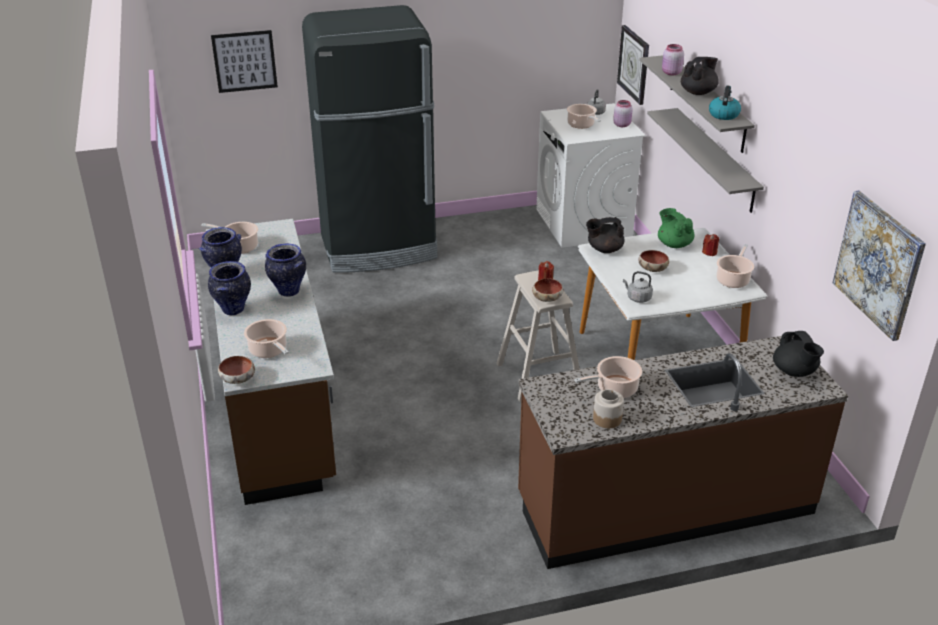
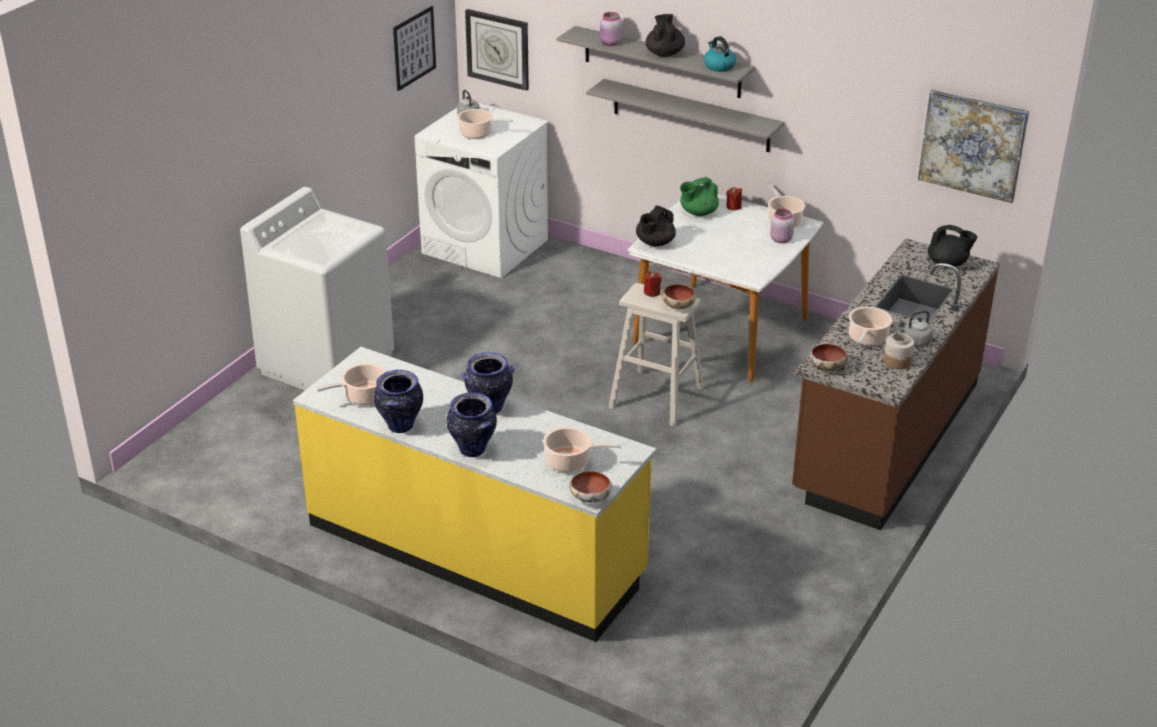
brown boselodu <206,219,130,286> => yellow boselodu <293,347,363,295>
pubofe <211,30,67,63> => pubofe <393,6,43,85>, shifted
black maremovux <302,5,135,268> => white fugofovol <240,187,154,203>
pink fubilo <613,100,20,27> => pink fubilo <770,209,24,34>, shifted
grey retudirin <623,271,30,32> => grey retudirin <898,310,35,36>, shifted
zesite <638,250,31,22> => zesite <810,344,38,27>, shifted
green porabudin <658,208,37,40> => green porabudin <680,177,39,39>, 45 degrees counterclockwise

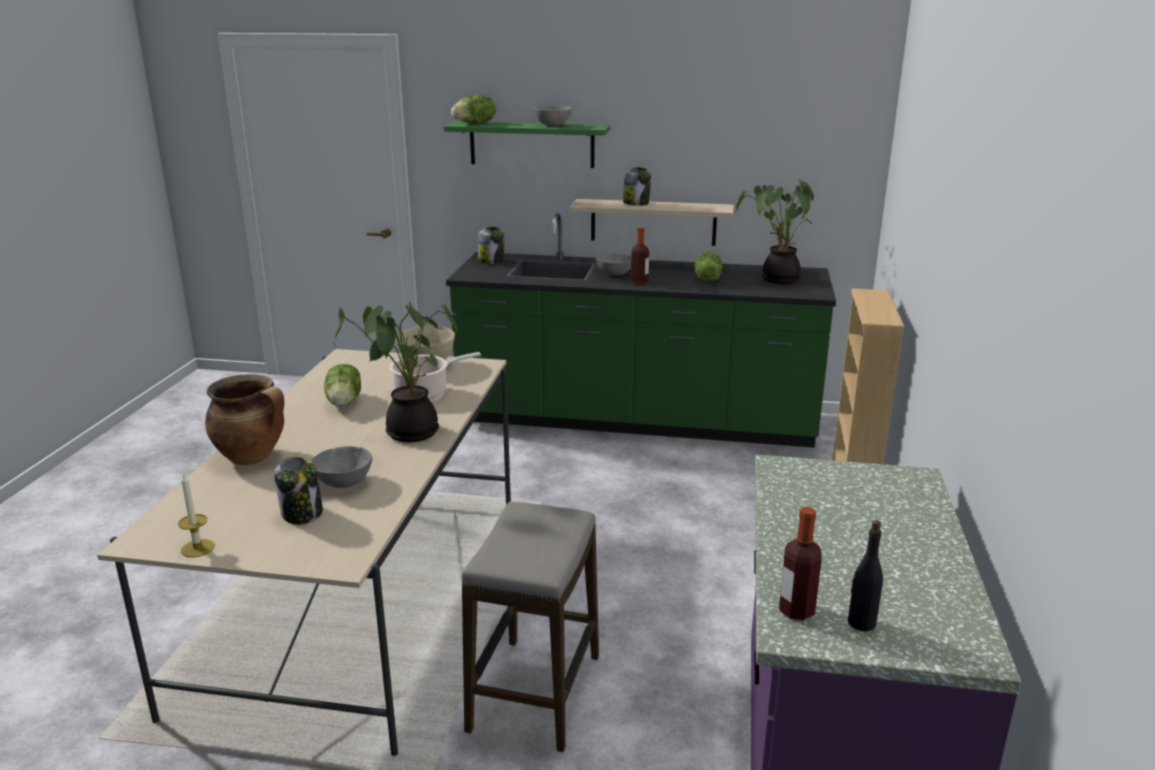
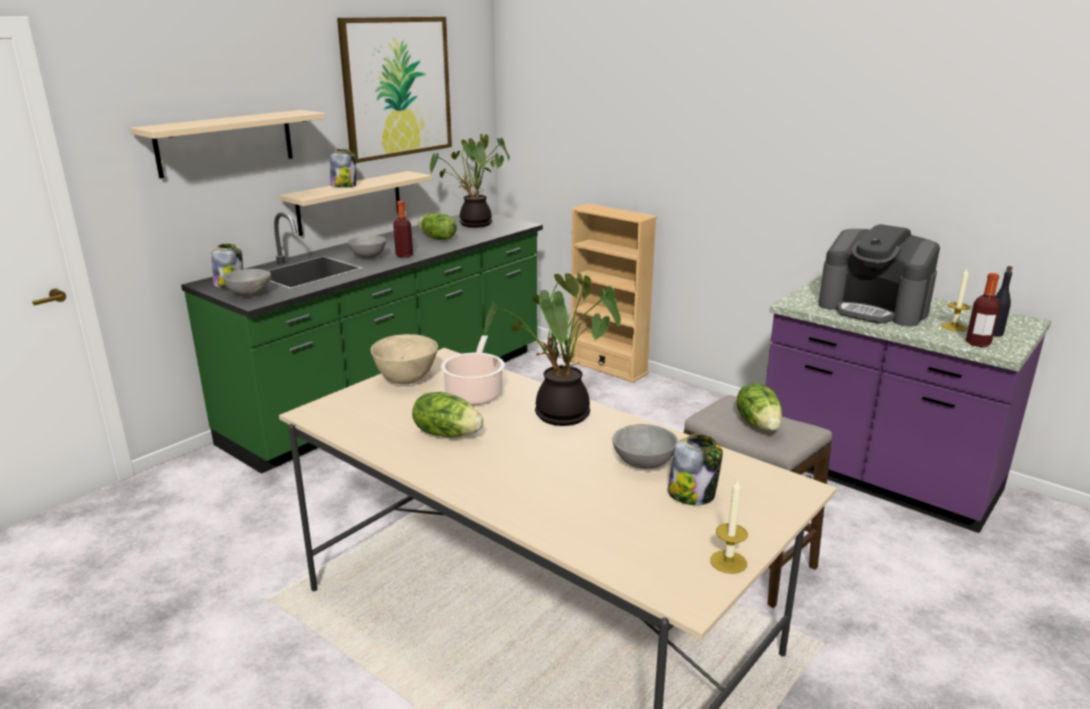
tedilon <205,374,79,91> => nothing
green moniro <444,121,166,47> => beige moniro <130,110,196,68>
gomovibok <451,95,45,29> => gomovibok <737,383,45,48>, shifted
grey zesite <533,105,39,21> => grey zesite <223,269,48,27>, shifted
nothing => pubofe <337,17,115,146>
nothing => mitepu <818,224,122,103>
nothing => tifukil <942,269,28,62>

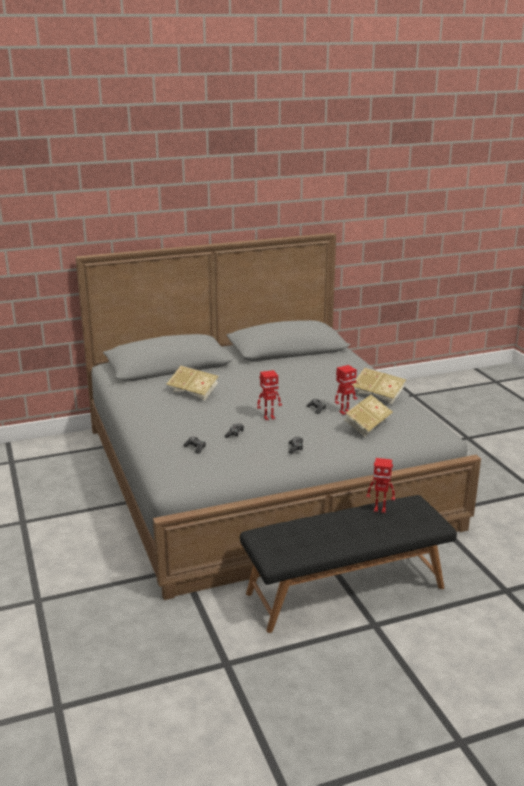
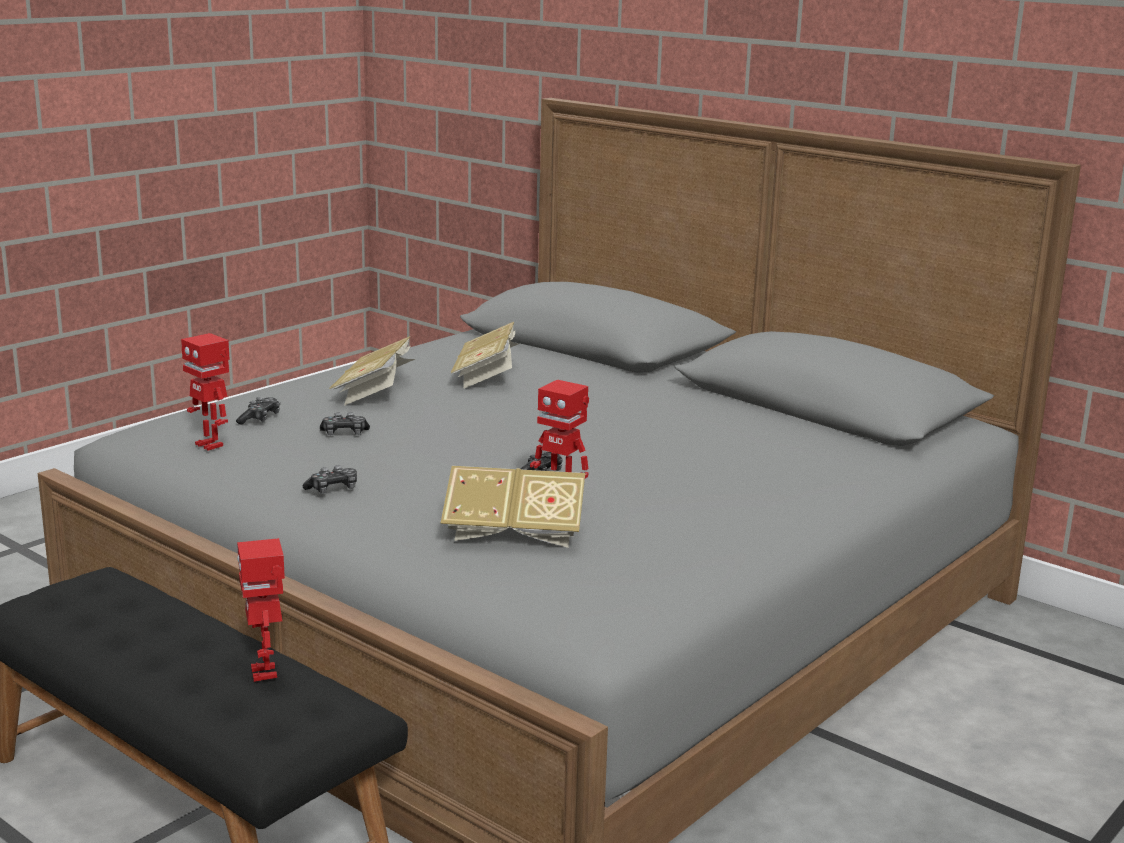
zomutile <257,370,25,50> => zomutile <181,333,49,118>, shifted
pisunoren <352,368,55,36> => pisunoren <329,336,86,70>, shifted

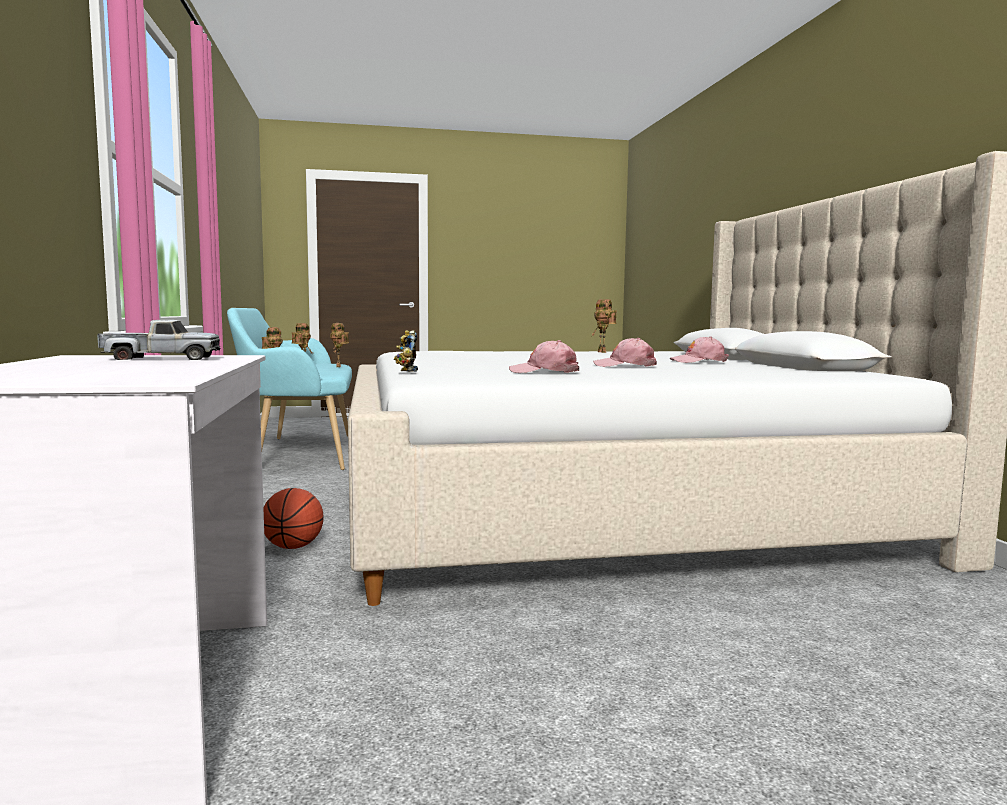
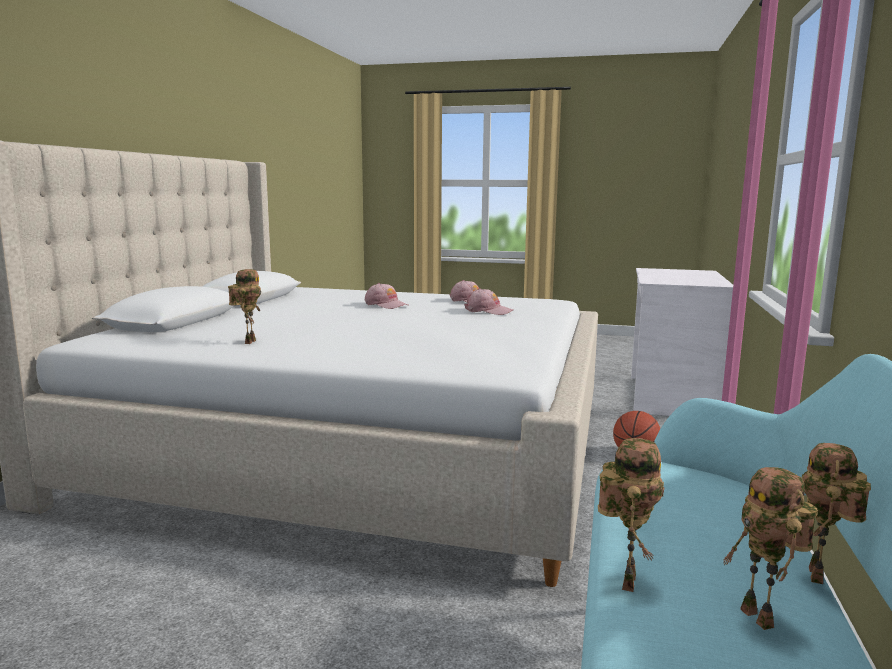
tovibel <97,320,123,40> => nothing
zomutile <394,330,24,42> => nothing
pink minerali <670,336,59,27> => pink minerali <464,288,49,27>, shifted

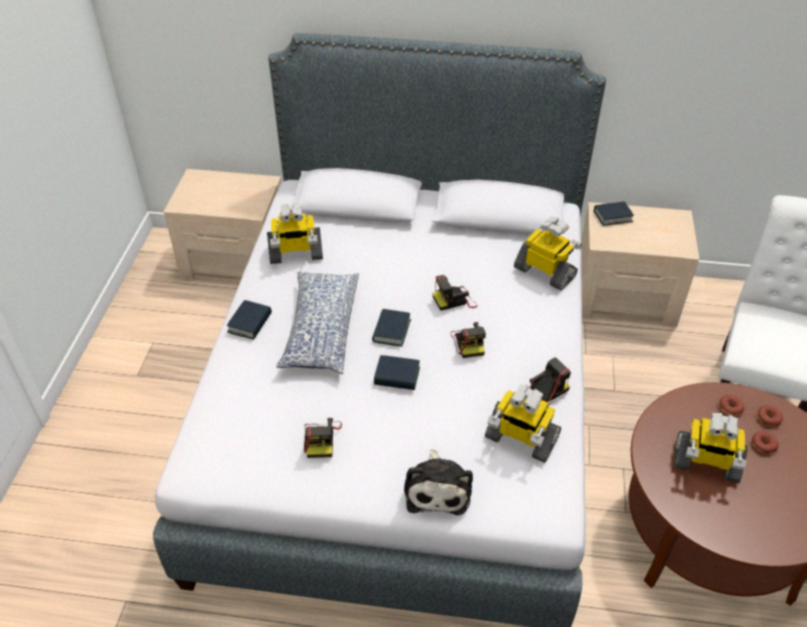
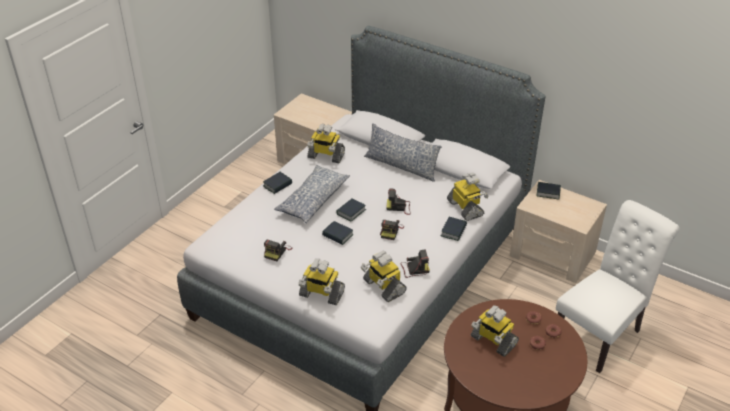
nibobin <404,449,69,66> => zomutile <298,259,47,46>
nothing => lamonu <364,123,78,59>
nothing => pisunoren <441,217,26,24>

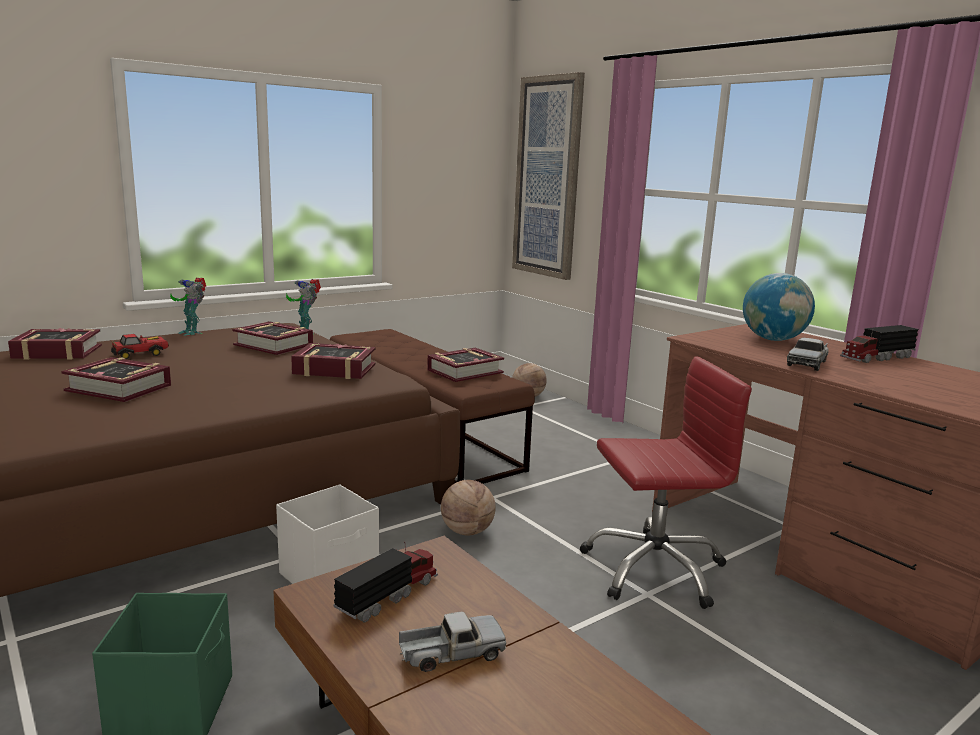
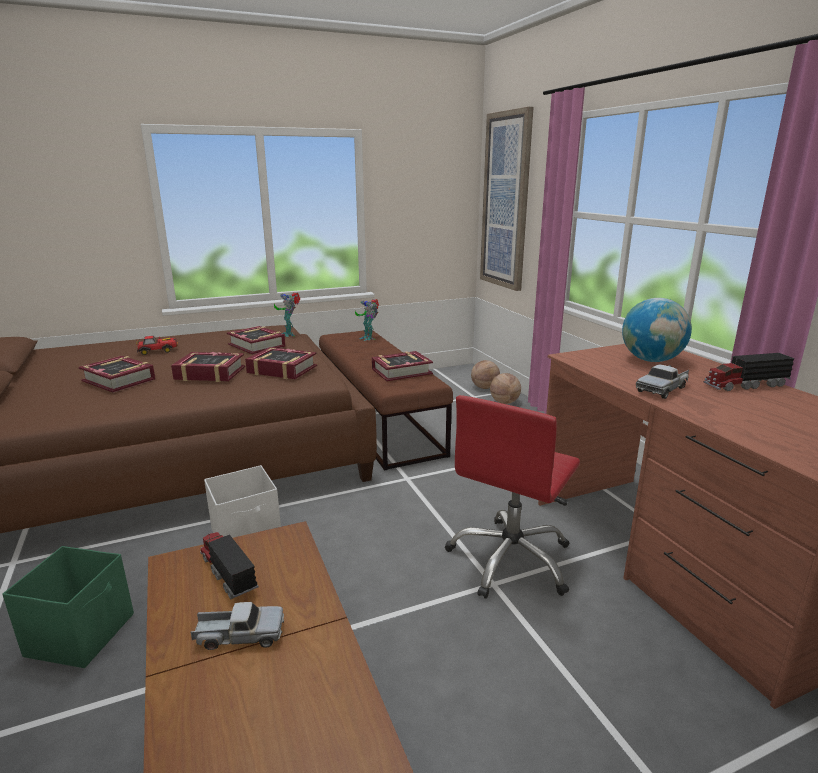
pisunoren <8,328,94,32> => pisunoren <171,352,74,30>, shifted
zomutile <170,277,36,59> => zomutile <355,299,24,42>, shifted
tovibel <333,542,105,81> => tovibel <200,532,59,68>, 90 degrees counterclockwise
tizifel <441,480,55,56> => tizifel <490,373,31,31>, shifted
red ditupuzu <580,356,172,253> => red ditupuzu <445,395,135,204>, 120 degrees clockwise

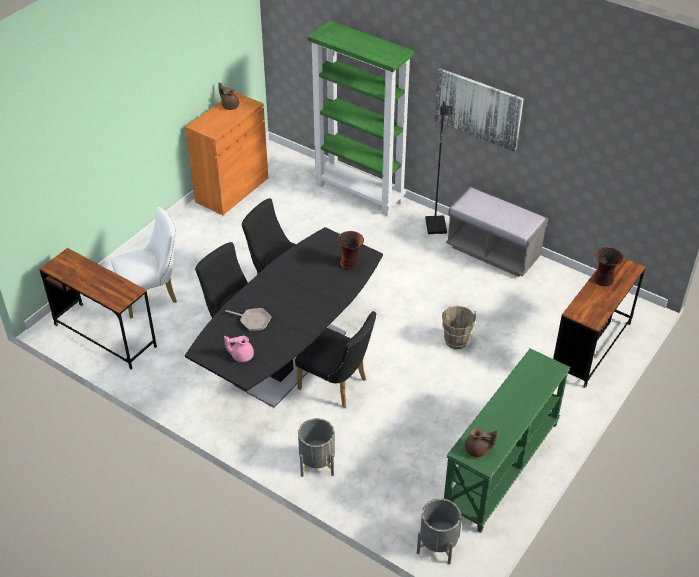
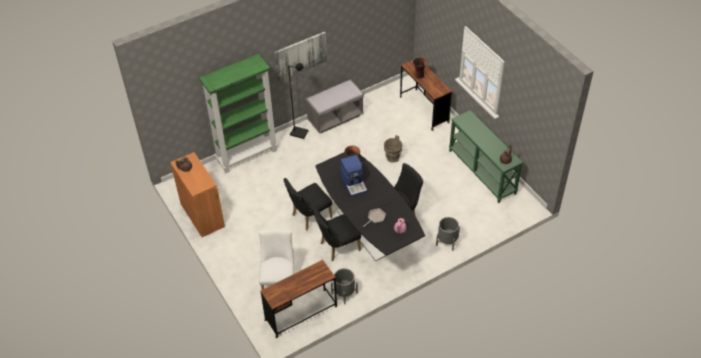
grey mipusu <417,498,45,66> => grey mipusu <331,268,27,36>, shifted
nothing => mitepu <341,155,26,42>

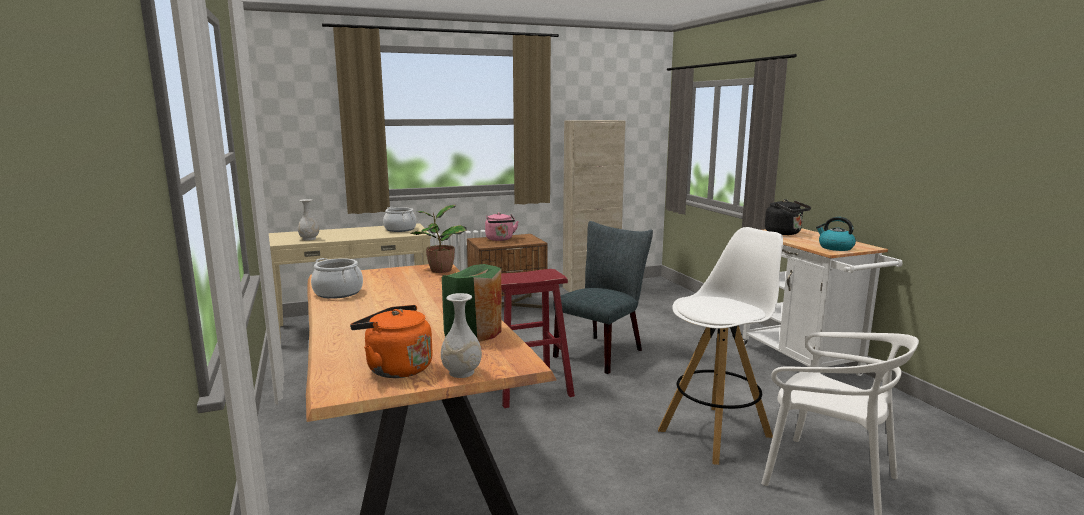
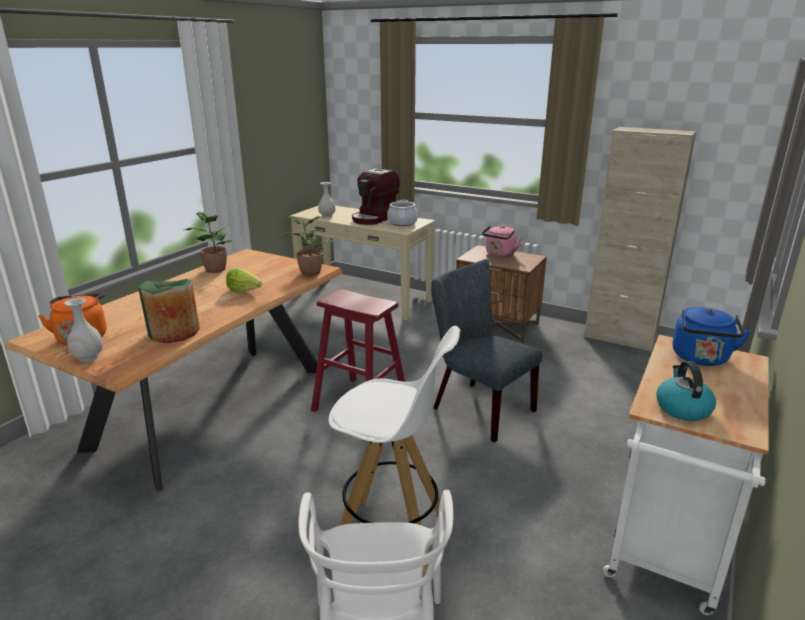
tedilon <311,258,52,41> => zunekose <185,212,49,61>
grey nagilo <553,221,100,153> => grey nagilo <431,259,111,183>, 135 degrees counterclockwise
black retudirin <765,199,46,36> => blue retudirin <673,307,78,59>
nothing => gomovibok <226,268,36,24>
nothing => mitepu <352,169,48,56>

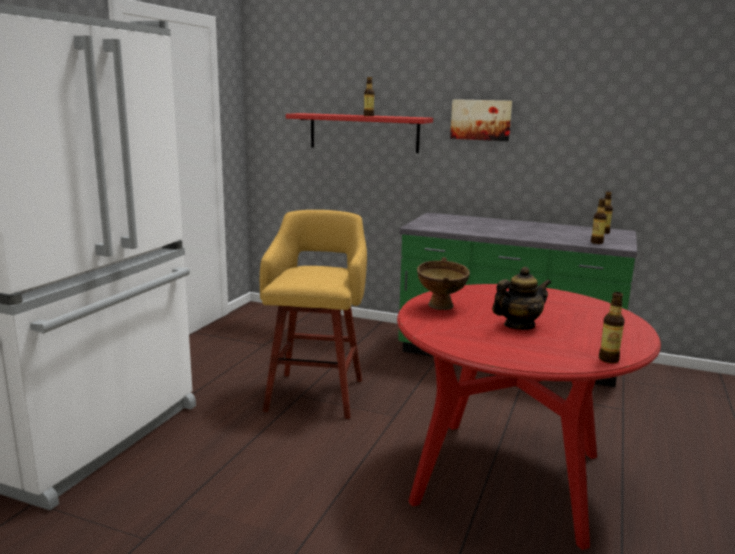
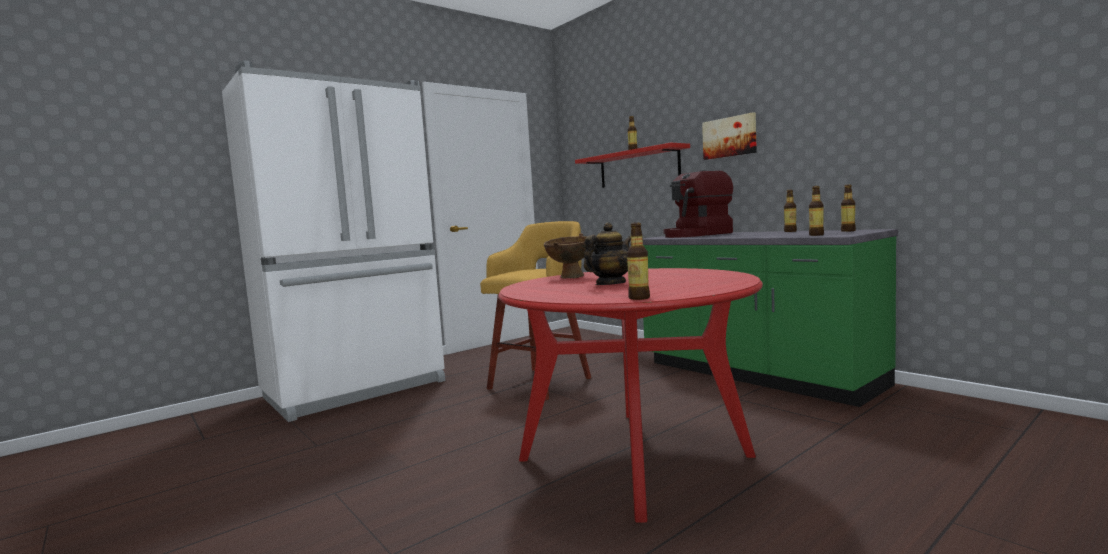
porabudin <492,267,59,63> => porabudin <584,222,47,63>, 45 degrees counterclockwise
nothing => mitepu <663,170,70,68>
nothing => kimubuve <784,190,13,42>

